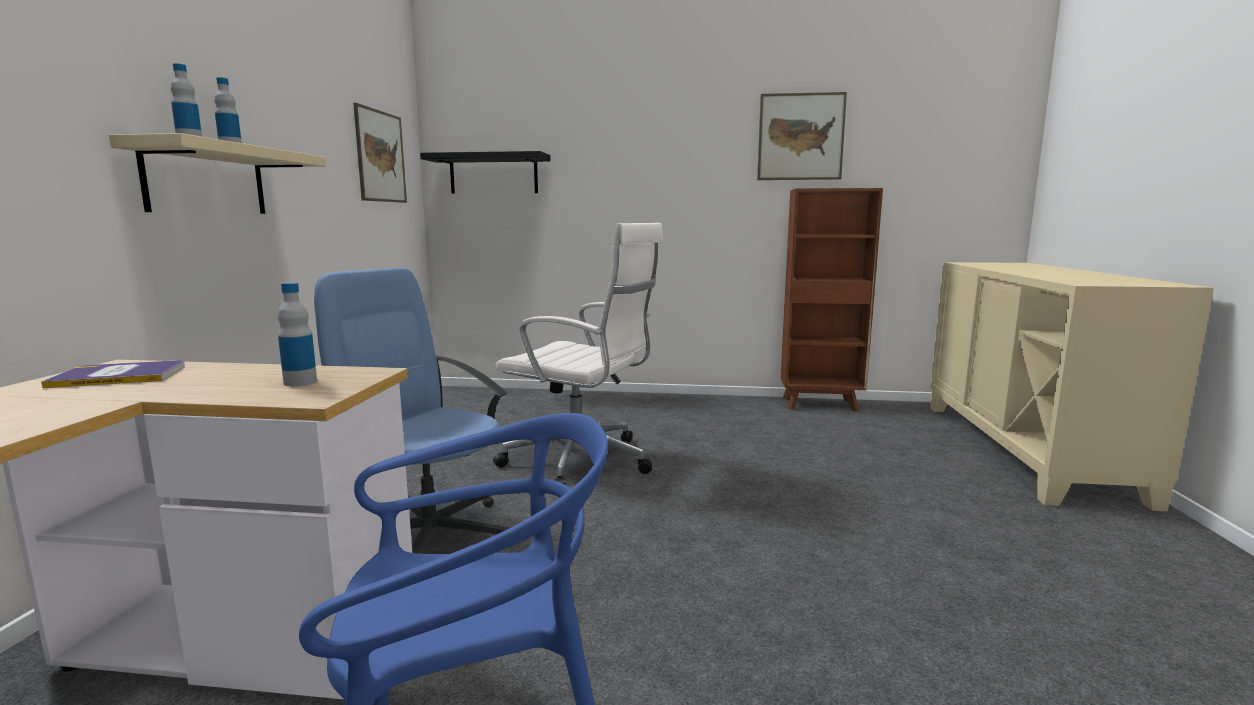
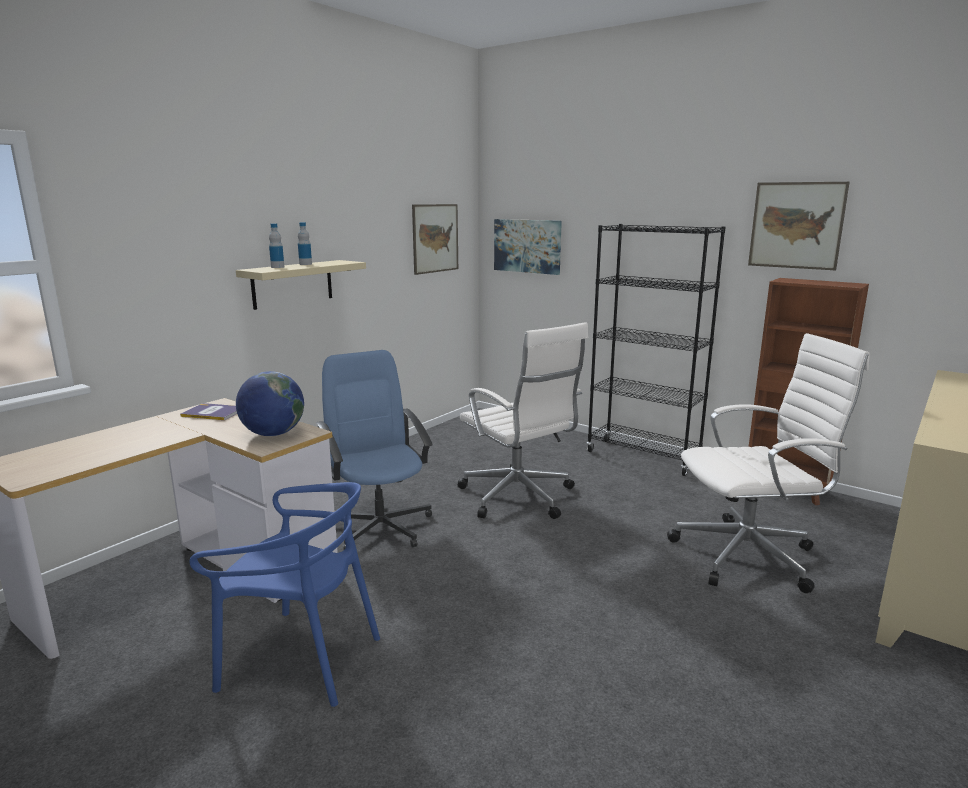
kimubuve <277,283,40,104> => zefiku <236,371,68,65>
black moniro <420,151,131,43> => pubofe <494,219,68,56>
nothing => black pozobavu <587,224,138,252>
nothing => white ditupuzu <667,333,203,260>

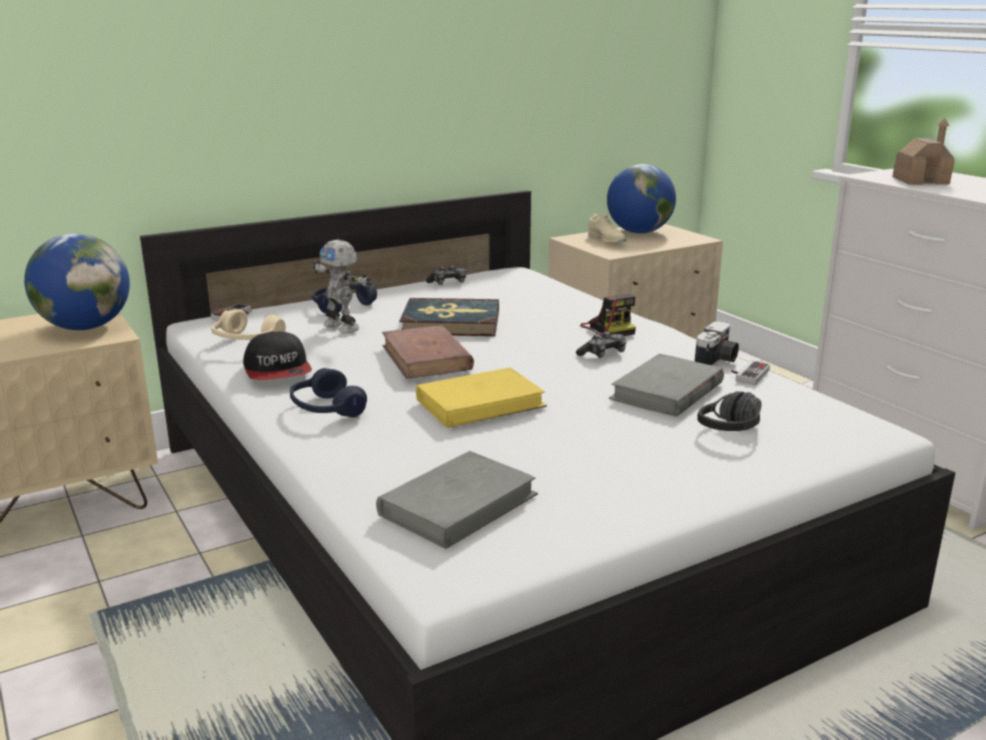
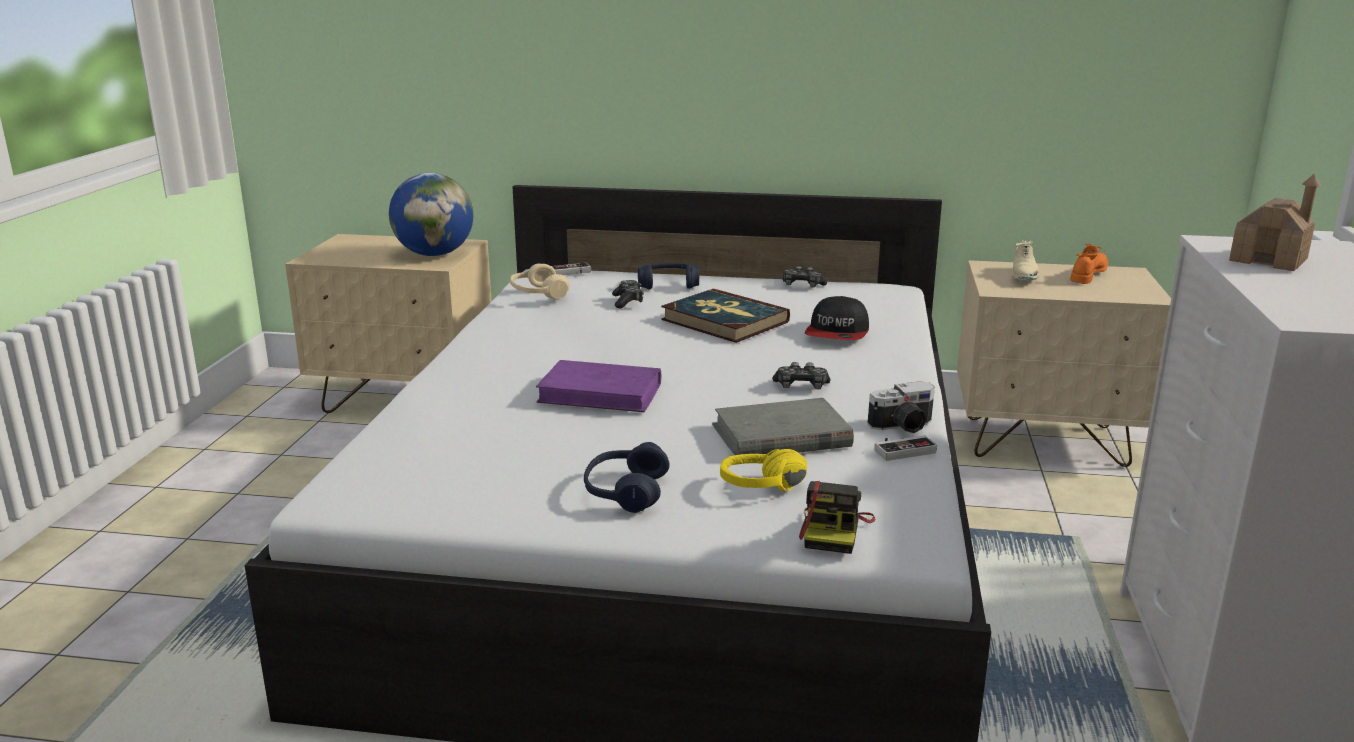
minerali <243,332,69,48> => minerali <805,296,64,44>, shifted
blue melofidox <290,368,77,50> => blue melofidox <584,442,86,71>, shifted
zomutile <312,240,60,93> => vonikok <612,280,32,28>
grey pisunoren <376,451,162,98> => nothing
brown pisunoren <382,325,92,54> => nothing
yellow pisunoren <416,367,131,61> => purple pisunoren <536,360,125,52>
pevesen <580,294,56,42> => pevesen <799,481,76,73>, shifted
zefiku <607,164,69,69> => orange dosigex <1070,243,38,41>
black melofidox <698,391,64,40> => yellow melofidox <720,449,87,42>

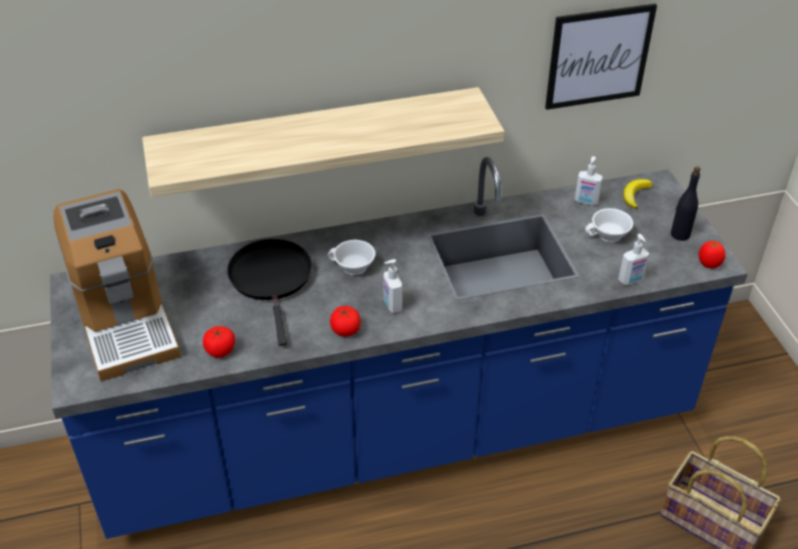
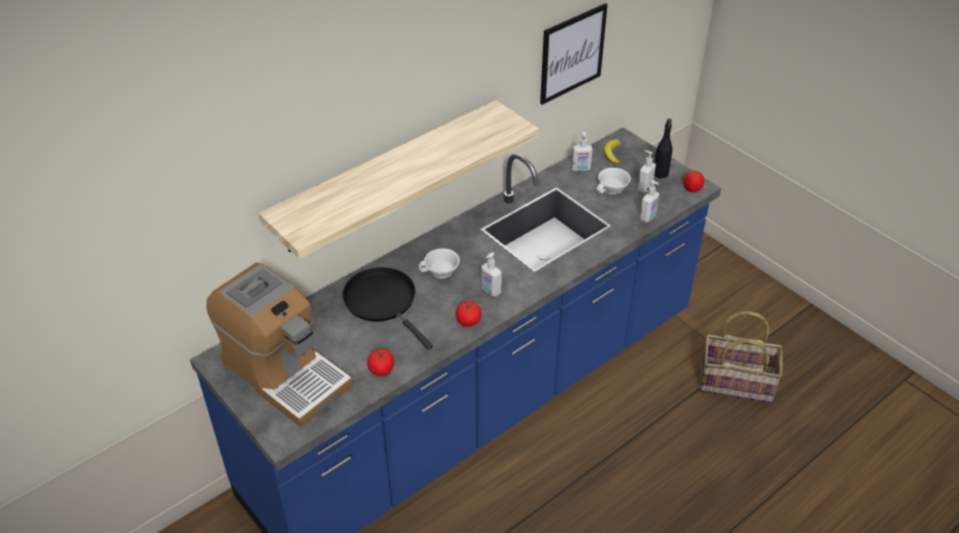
nothing => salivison <638,150,18,43>

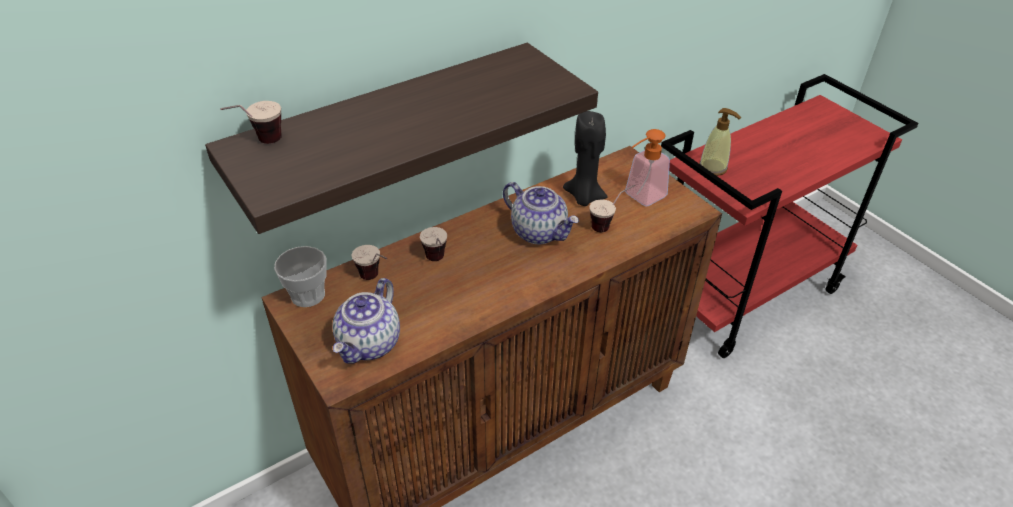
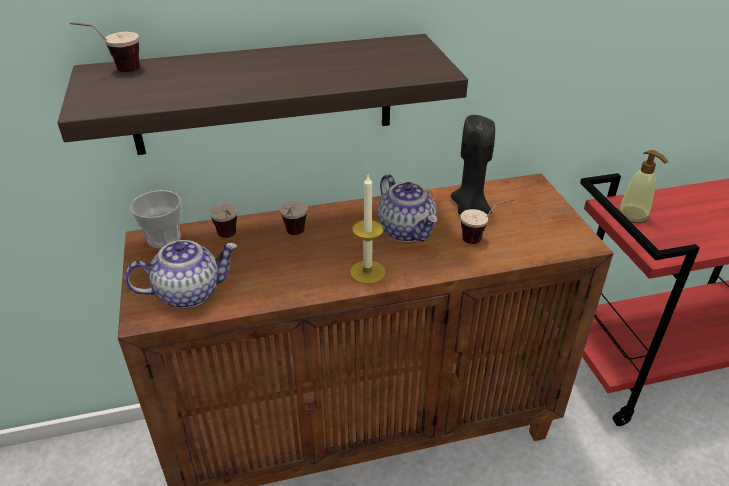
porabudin <333,278,67,86> => porabudin <125,240,112,68>, 150 degrees counterclockwise
salivison <625,129,45,77> => nothing
nothing => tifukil <350,175,35,109>

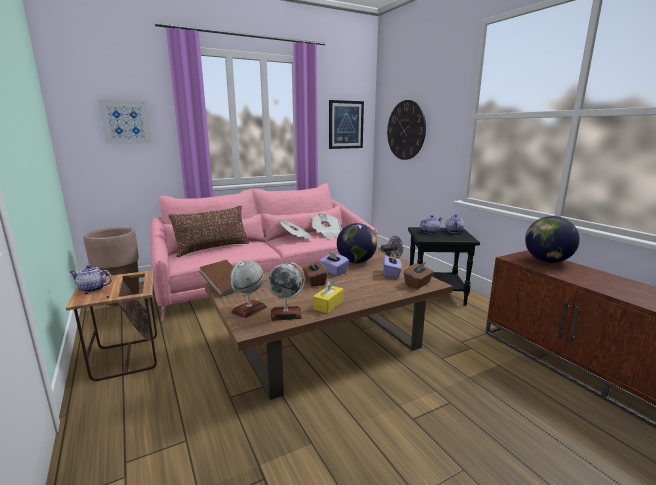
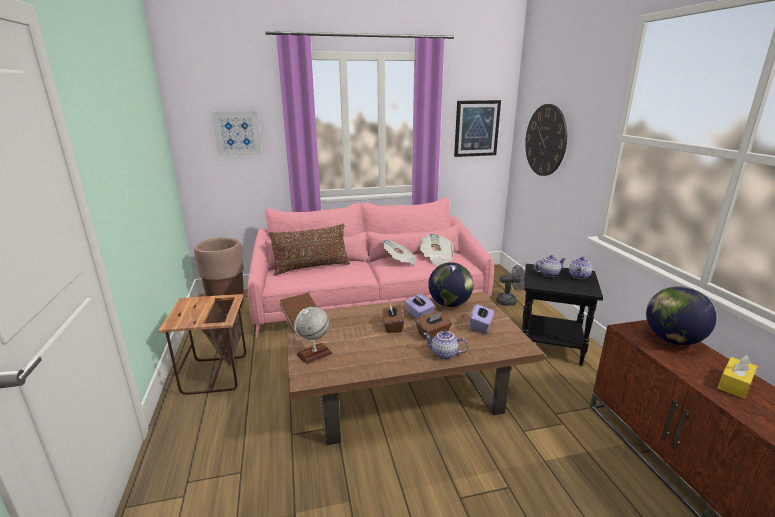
porabudin <69,265,43,28> => porabudin <423,330,45,30>, shifted
zefiku <268,262,37,59> => nothing
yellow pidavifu <313,280,31,33> => yellow pidavifu <718,355,39,44>, shifted
brown pidavifu <404,262,30,27> => brown pidavifu <416,311,36,28>, shifted

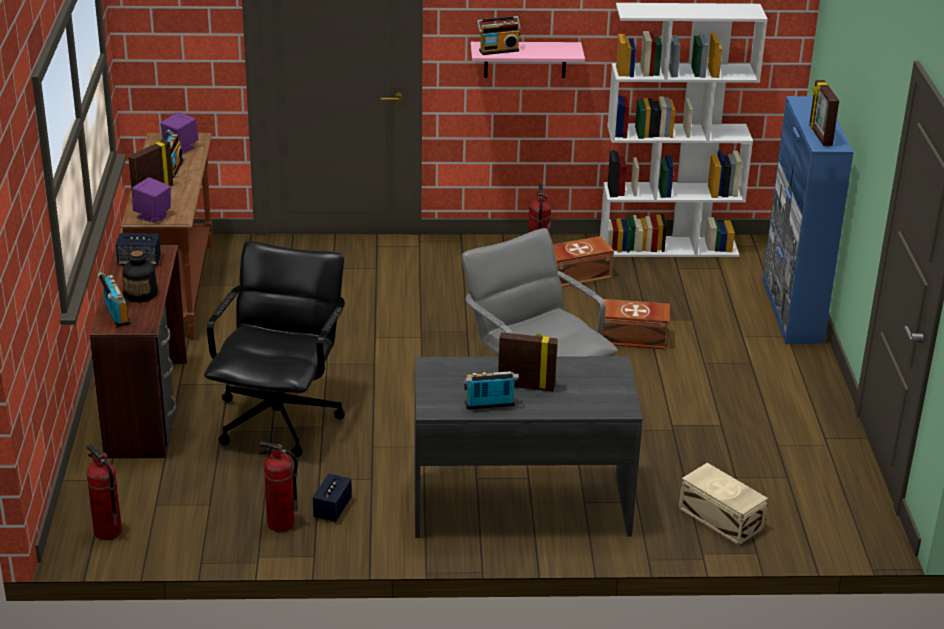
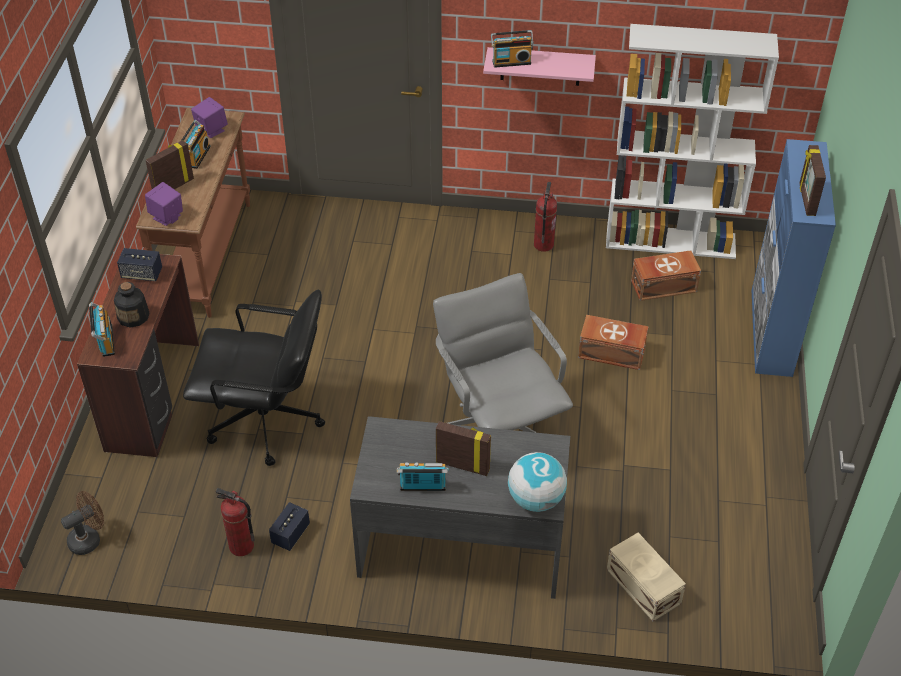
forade <86,444,36,96> => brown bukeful <61,491,43,64>
black ditupuzu <204,241,141,216> => black ditupuzu <183,289,142,177>, 75 degrees clockwise
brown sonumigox <553,236,61,51> => brown sonumigox <631,250,70,51>, shifted
nothing => zefiku <508,452,59,60>

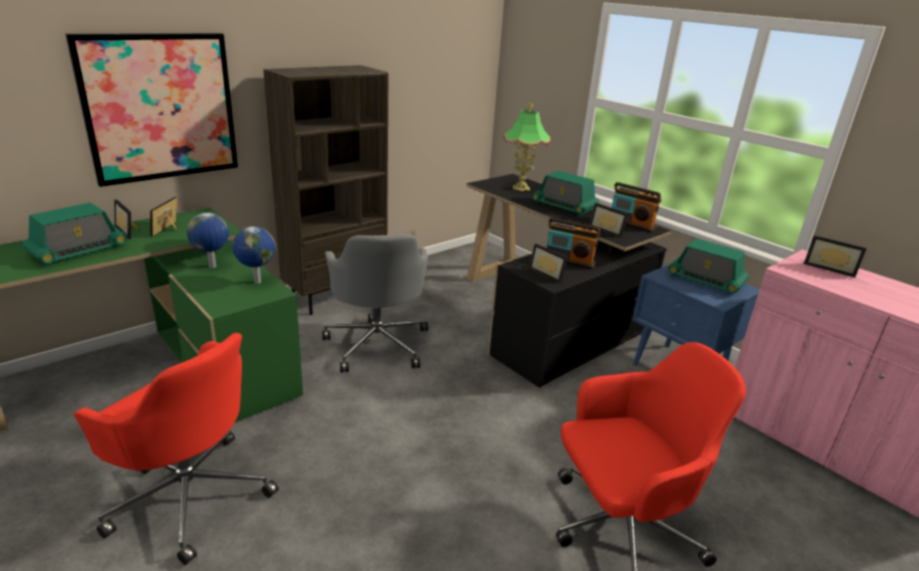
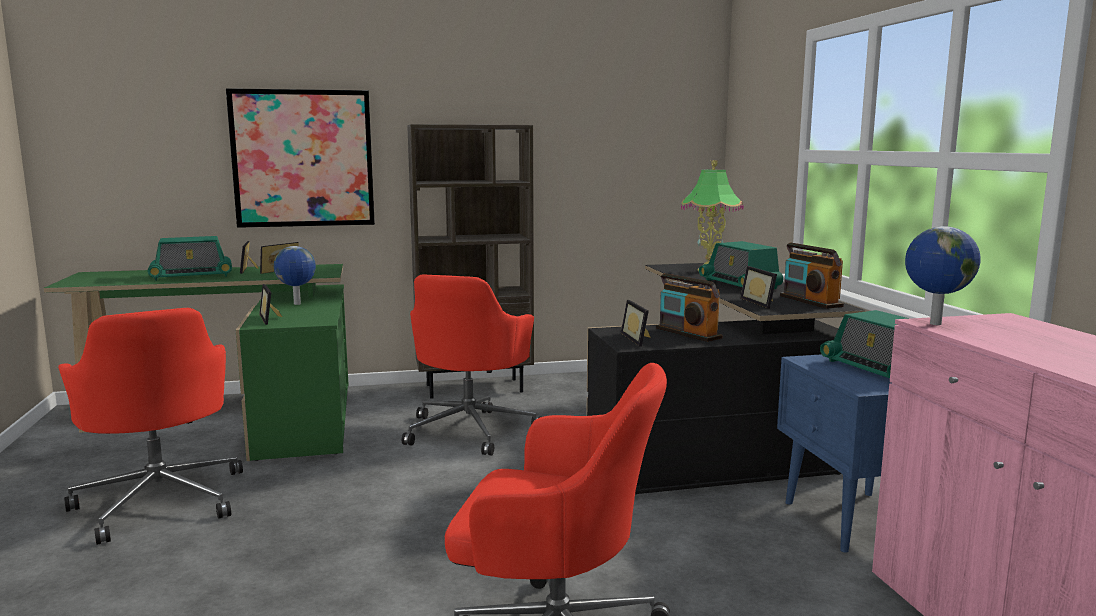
zefiku <232,226,43,58> => zefiku <905,226,76,99>, shifted
grey ditupuzu <322,234,106,138> => red ditupuzu <402,275,138,181>
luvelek <804,235,63,43> => luvelek <259,284,23,41>, shifted

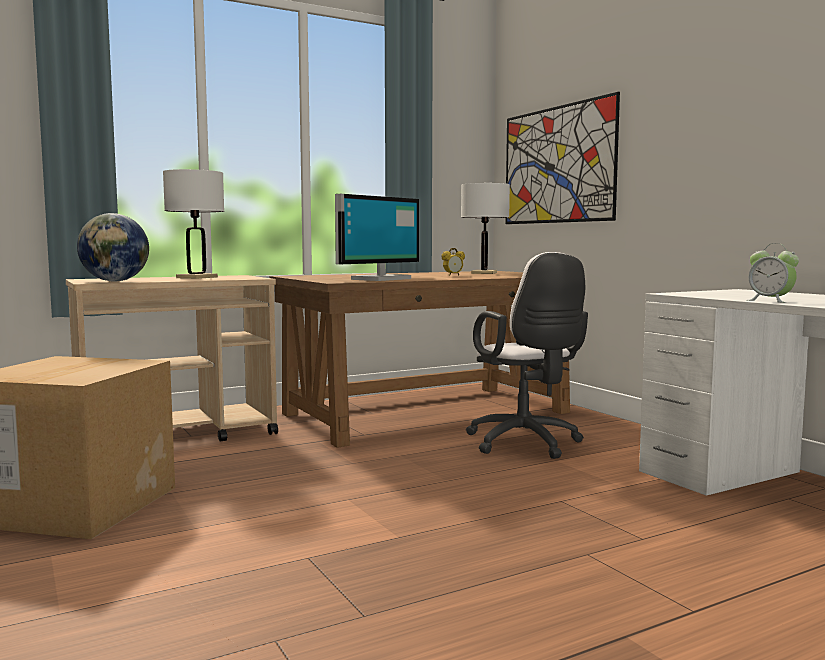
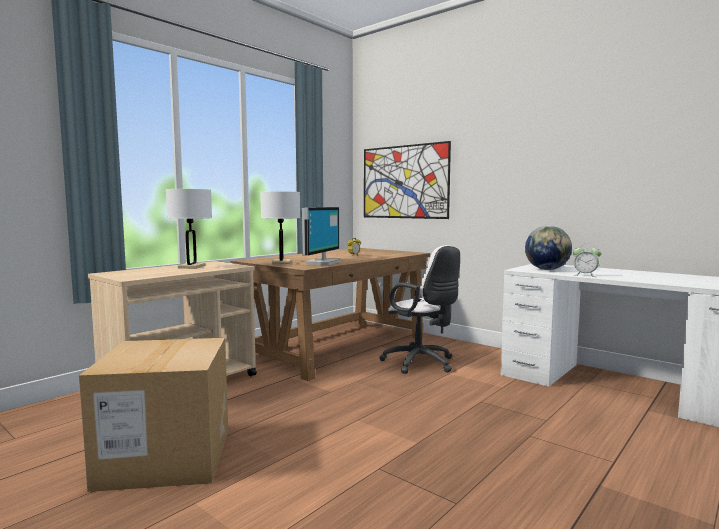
zefiku <77,213,72,68> => zefiku <525,226,47,44>, shifted
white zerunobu <461,183,49,91> => white zerunobu <260,191,40,73>, shifted

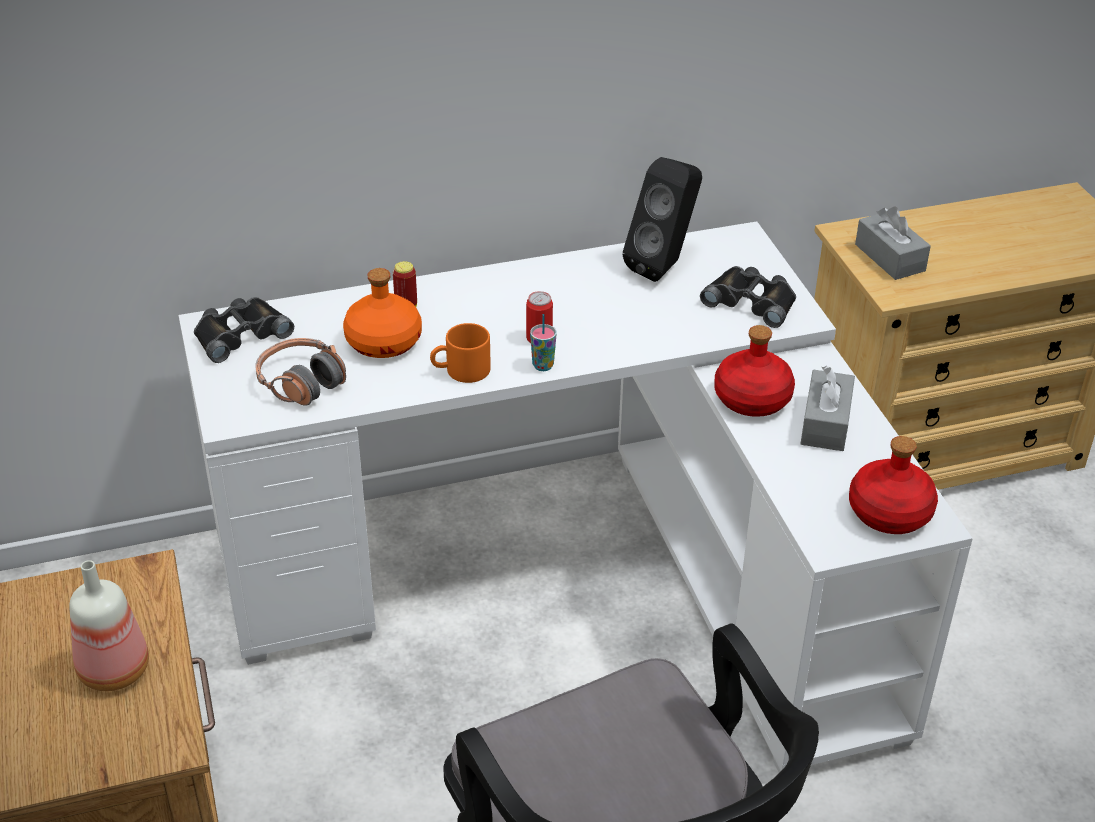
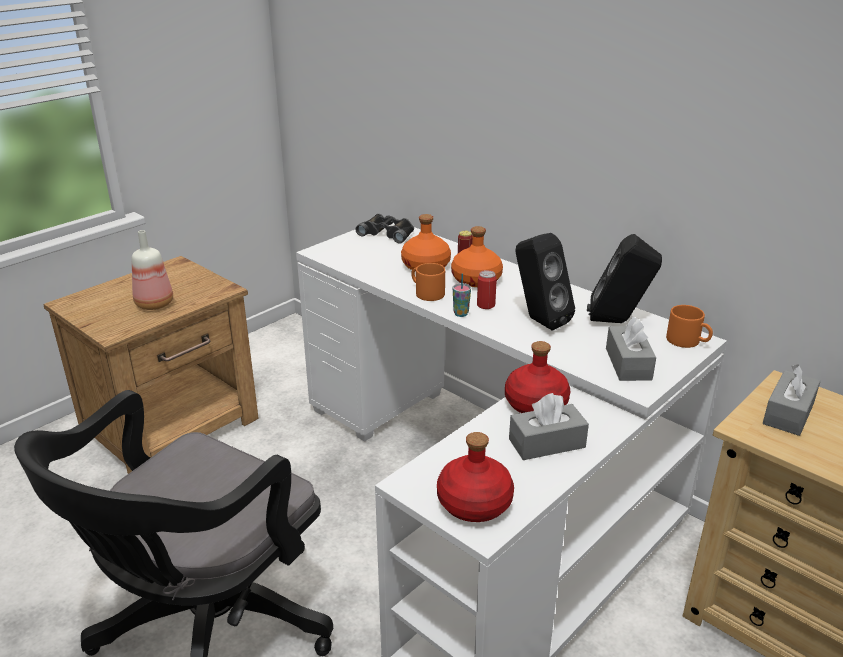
melofidox <255,338,91,68> => nothing
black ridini <700,266,96,62> => grey pidavifu <606,317,50,64>
nothing => orange kimubuve <451,226,52,61>
nothing => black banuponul <515,233,60,98>
nothing => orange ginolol <666,305,47,43>

